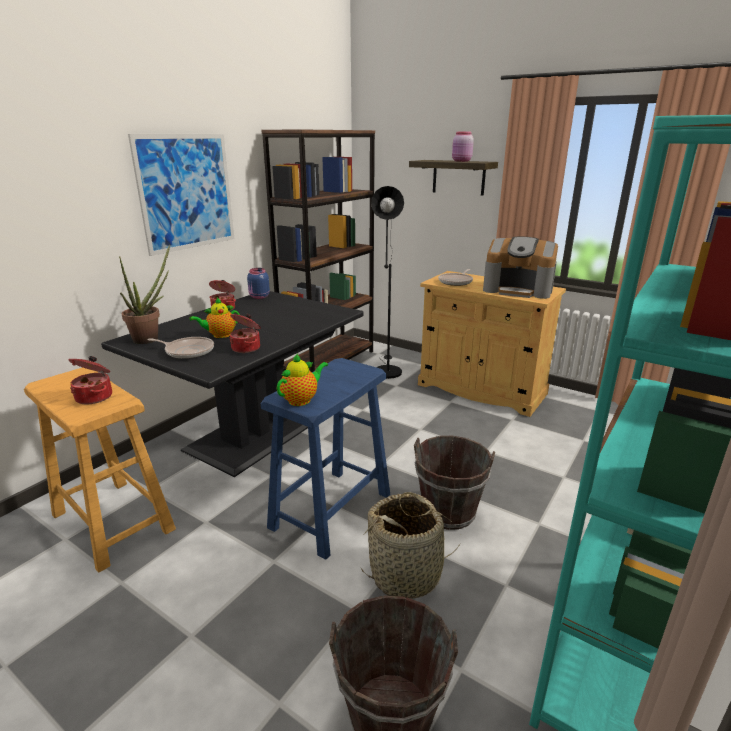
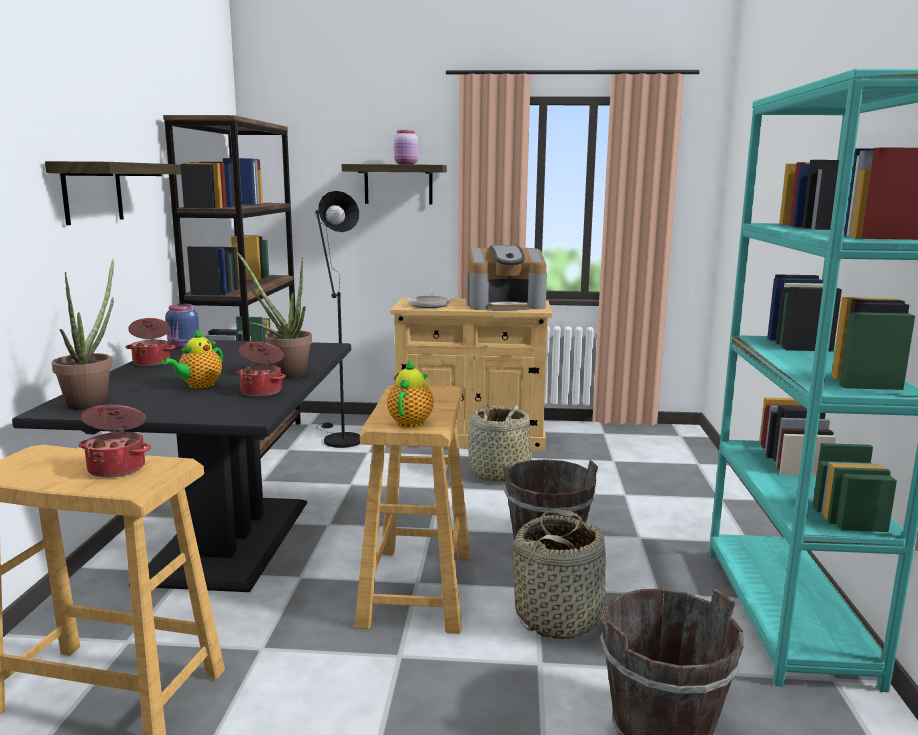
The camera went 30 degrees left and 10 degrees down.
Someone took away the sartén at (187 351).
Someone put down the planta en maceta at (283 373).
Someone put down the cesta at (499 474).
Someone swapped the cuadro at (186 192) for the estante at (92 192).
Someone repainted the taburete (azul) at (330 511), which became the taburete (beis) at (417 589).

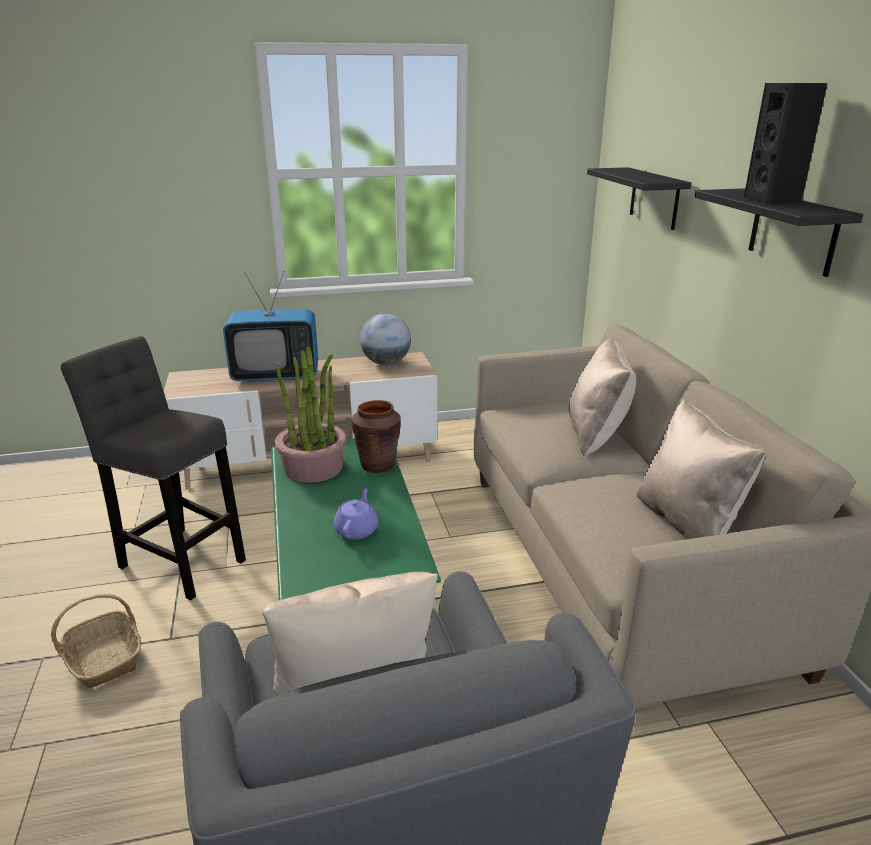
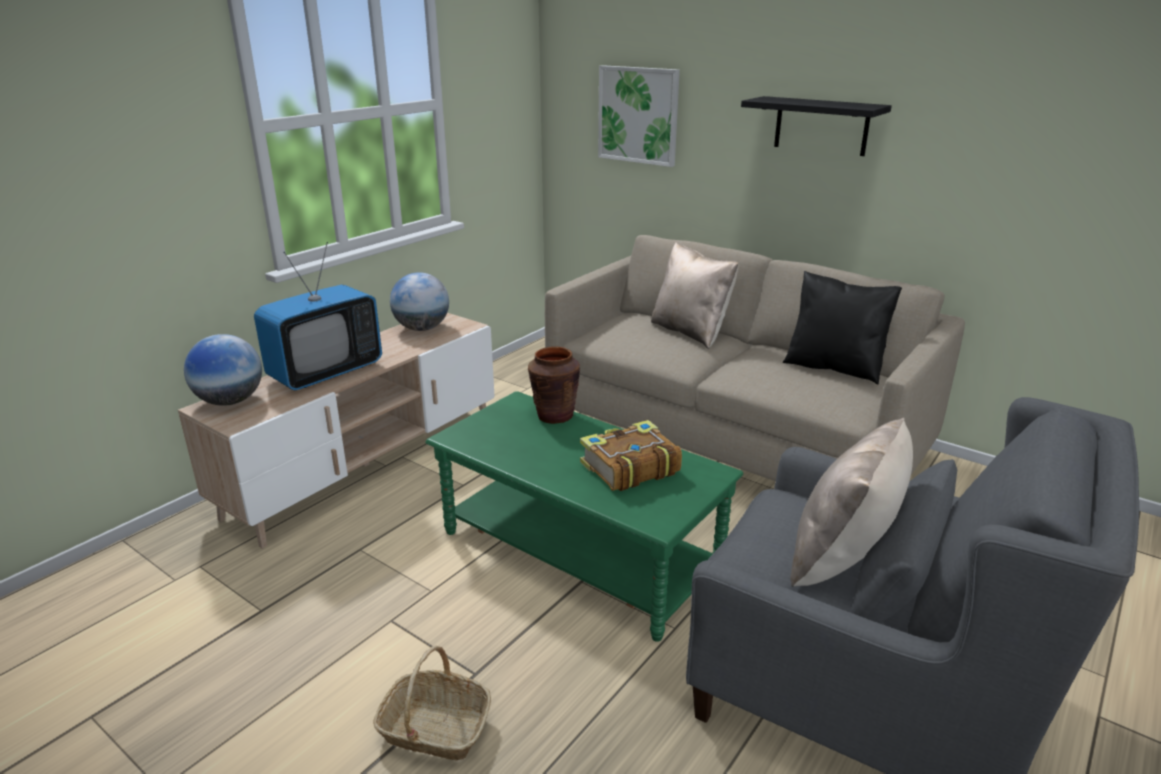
The camera went 40 degrees left and 0 degrees up.
Someone took away the taburete (gris) at (179 560).
Someone took away the planta en maceta at (313 468).
Someone took away the altavoz (negro) at (773 200).
Someone put down the globo terráqueo at (230 401).
Someone swapped the tetera (morado) at (357 530) for the libro at (628 468).
Someone swapped the estante (negro) at (654 198) for the cuadro at (638 115).
Someone repainted the cojín (beis) at (687 523), which became the cojín (negro) at (834 367).

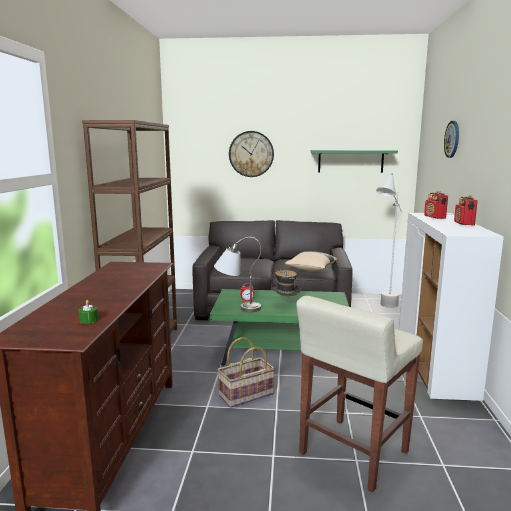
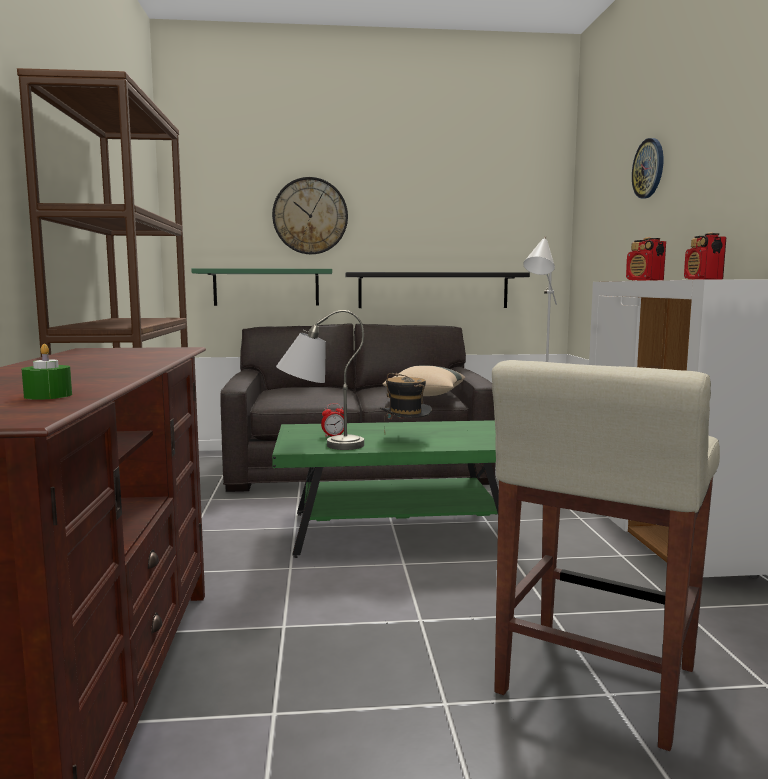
The camera went 10 degrees left and 5 degrees down.
Someone took away the cesta at (246 395).
Someone put up the estante (negro) at (433 290).
Someone carried the estante (verde) from (350 161) to (266 287).

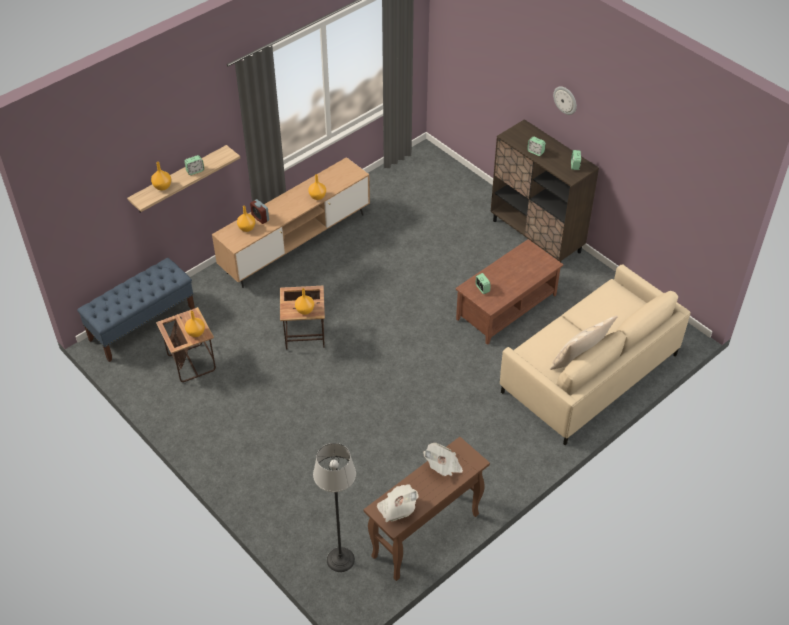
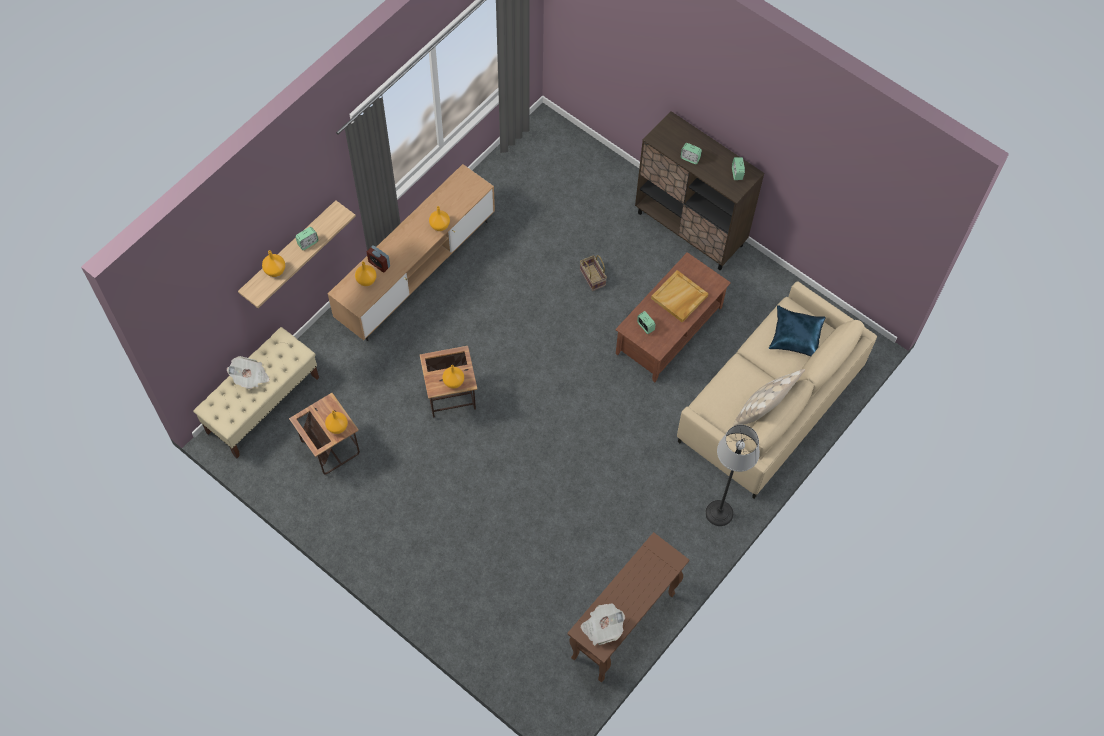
The camera went 10 degrees left and 15 degrees up.
Someone took away the reloj de pared at (565 100).
Someone put down the cesta at (591 277).
Someone put down the bandeja (beis) at (679 298).
Someone put down the cojín (azul) at (795 336).
Someone carried the lámpara de pie from (340 559) to (719 513).
Someone carried the periódico from (443 466) to (250 377).
Someone repainted the banco (azul) at (142 324), which became the banco (beis) at (263 404).

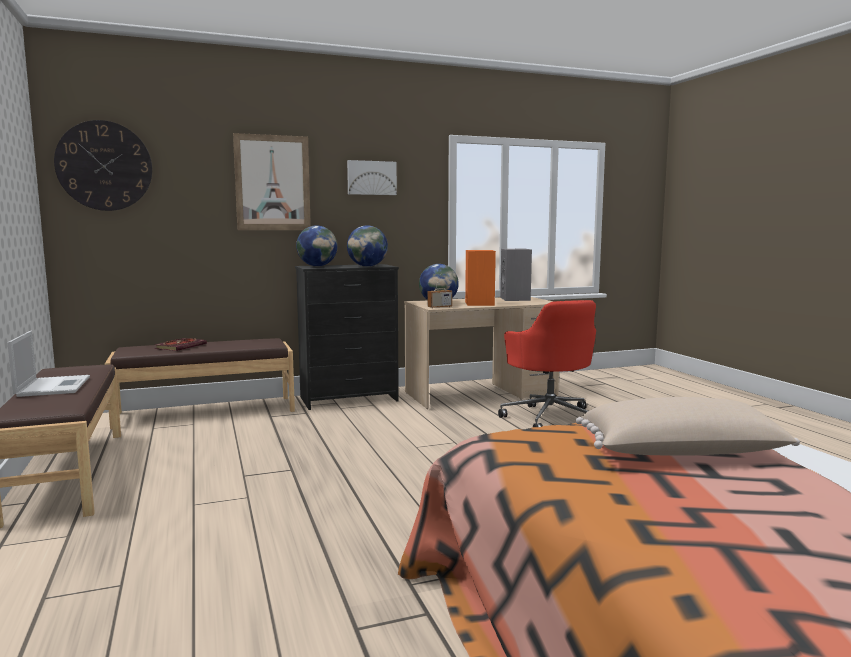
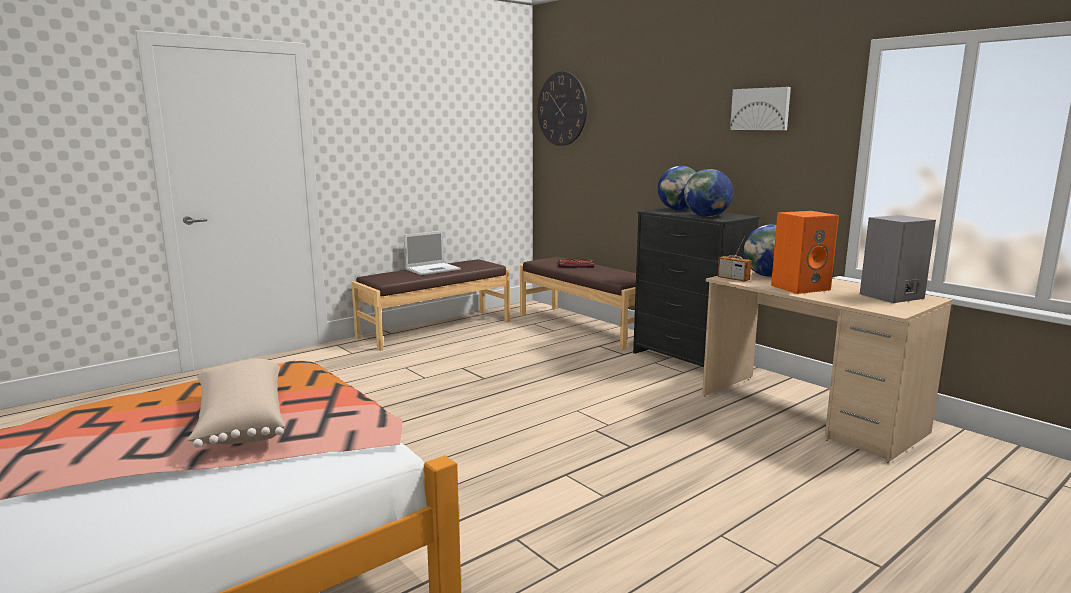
The camera went 70 degrees right and 5 degrees up.
Someone took away the cuadro at (272 183).
Someone took away the silla de oficina (rojo) at (549 417).

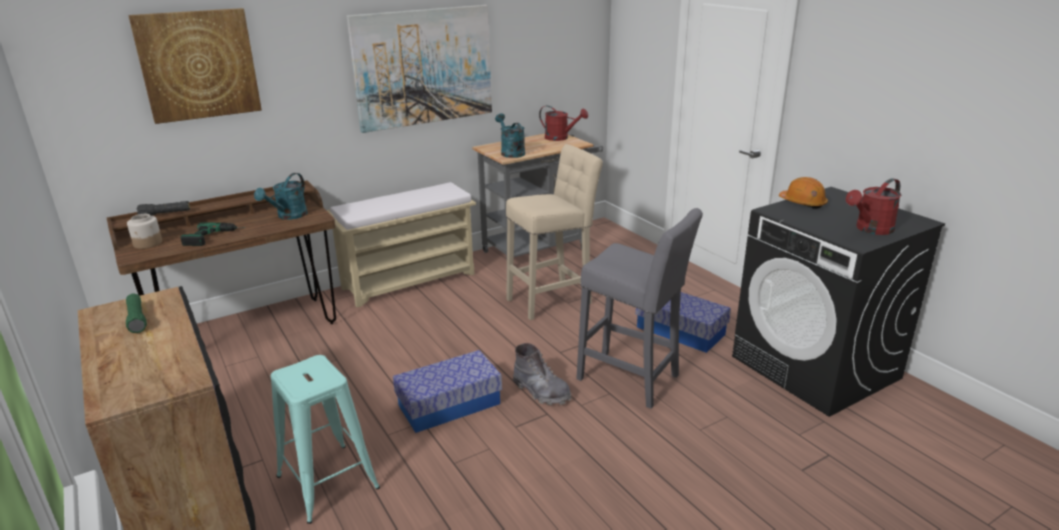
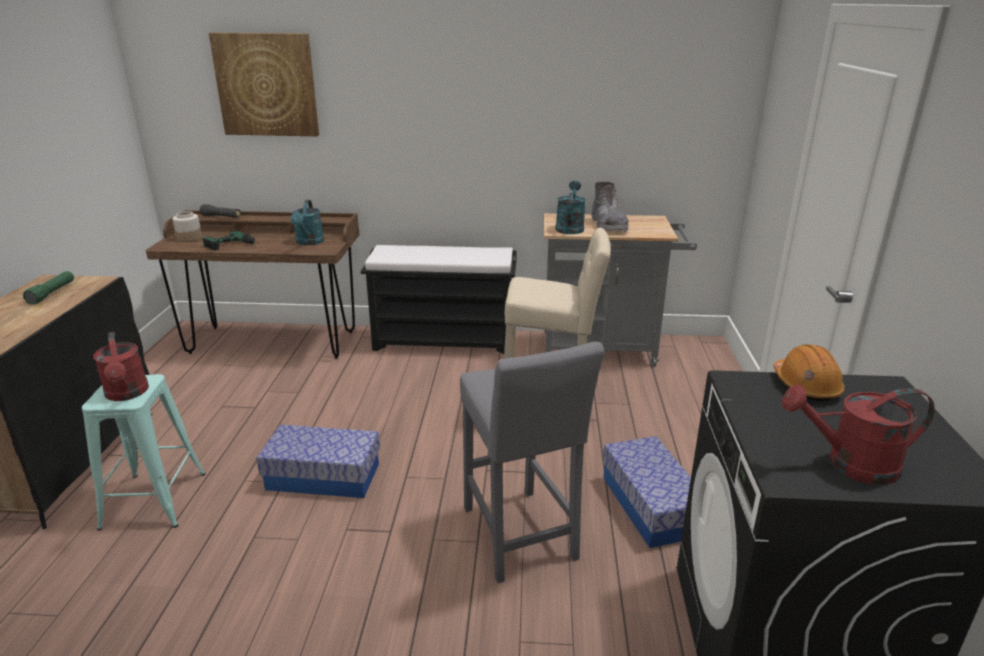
The camera went 35 degrees right and 0 degrees up.
Someone took away the cuadro at (423 67).
Someone carried the bota (gris) from (541 391) to (608 226).
Someone carried the regadera (rojo) from (561 138) to (127 394).
Someone repainted the banco (beis) at (410 280), which became the banco (negro) at (444 341).
Someone rotated the regadera (turquesa) at (288 216) by 60 degrees counterclockwise.

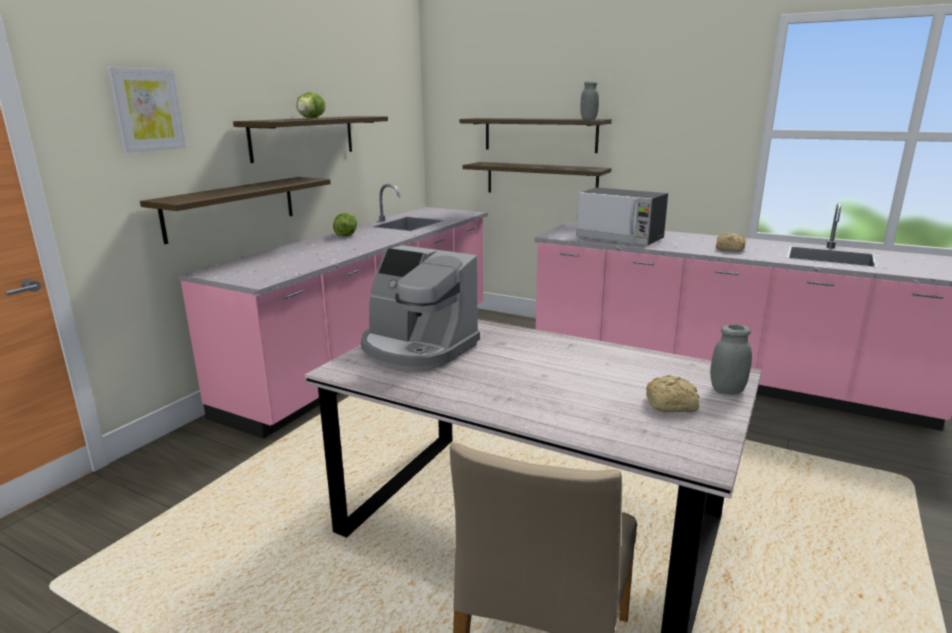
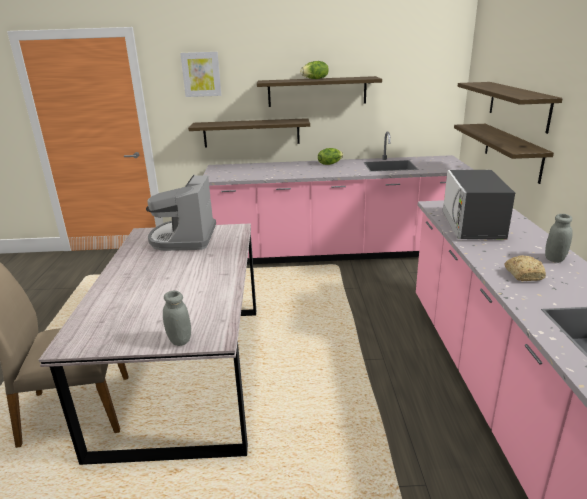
The camera went 60 degrees right and 5 degrees up.
Someone took away the pan at (672 404).
Someone carried the tarro (gris) from (588 119) to (554 259).

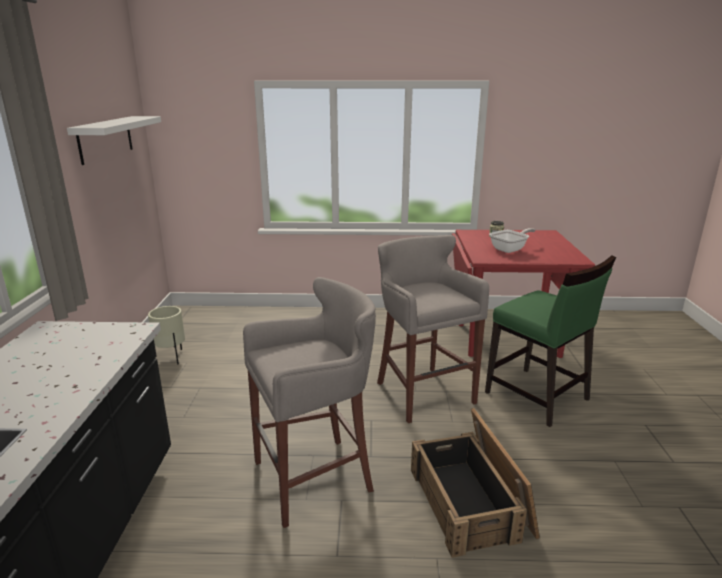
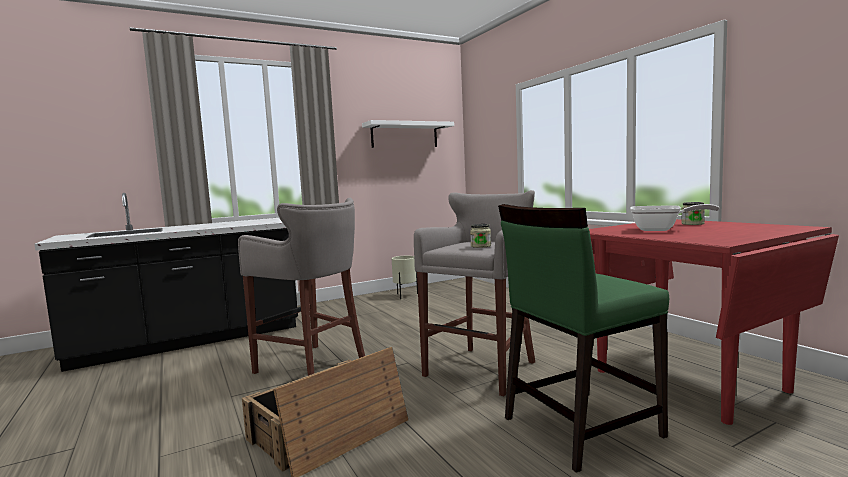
The camera went 60 degrees right and 15 degrees down.
Someone put down the tarro at (480 246).
Someone rotated the silla (verde) at (537 396) by 45 degrees clockwise.

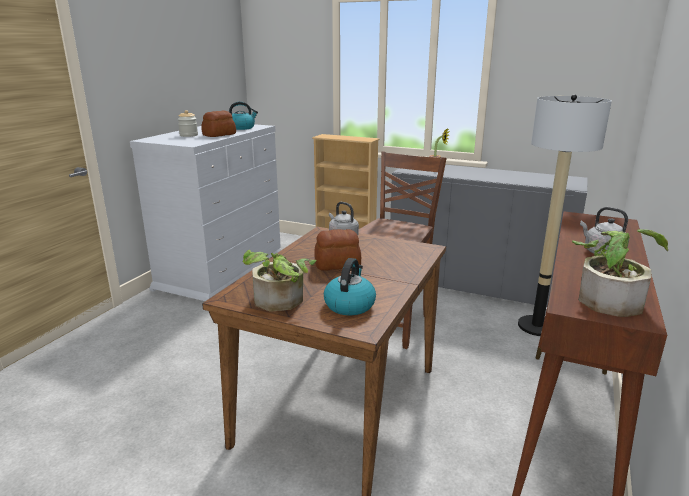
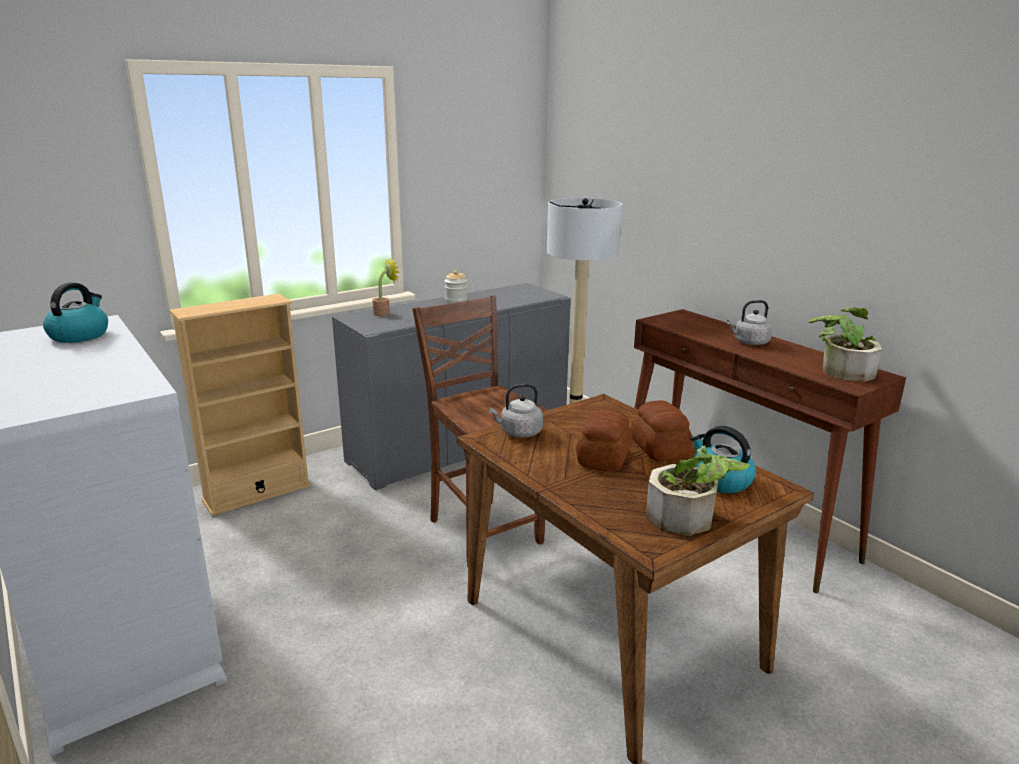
The camera went 60 degrees left and 0 degrees up.
Someone carried the tarro from (188 135) to (456 300).
Someone carried the pan from (218 135) to (659 449).

